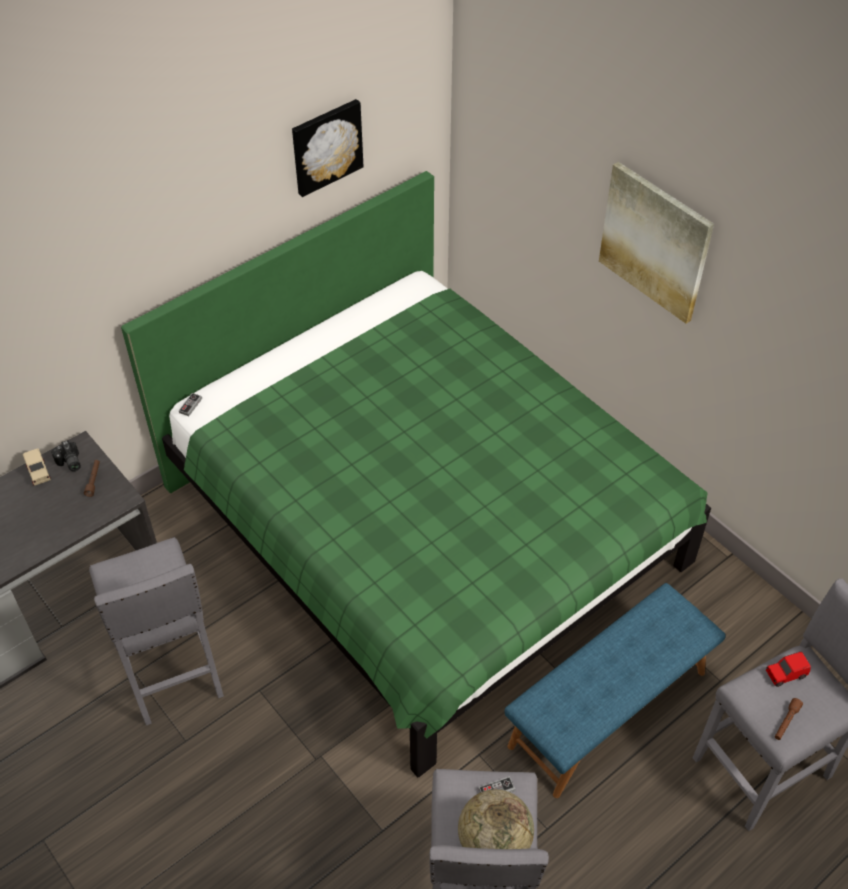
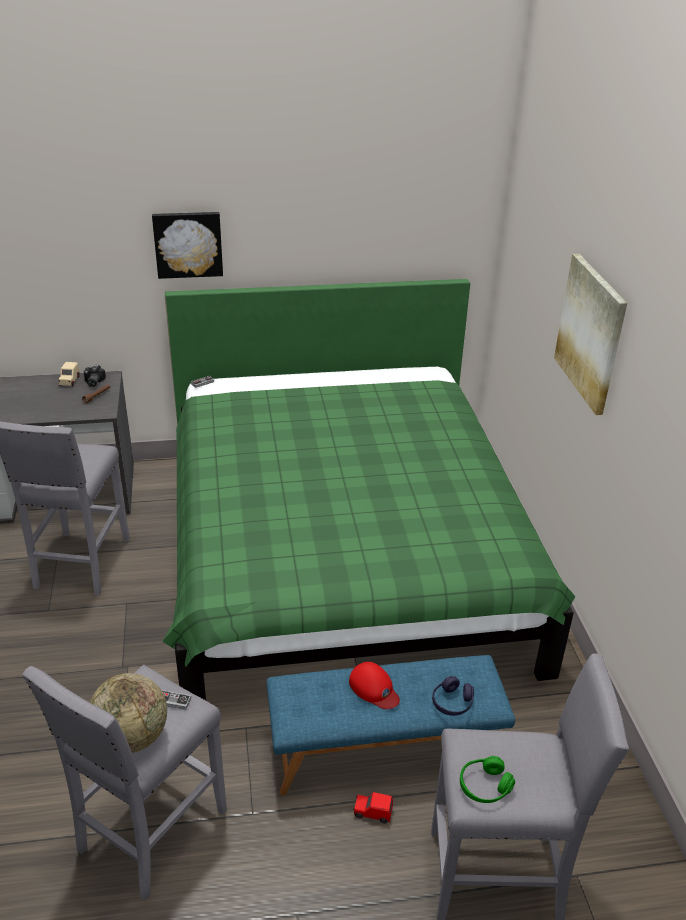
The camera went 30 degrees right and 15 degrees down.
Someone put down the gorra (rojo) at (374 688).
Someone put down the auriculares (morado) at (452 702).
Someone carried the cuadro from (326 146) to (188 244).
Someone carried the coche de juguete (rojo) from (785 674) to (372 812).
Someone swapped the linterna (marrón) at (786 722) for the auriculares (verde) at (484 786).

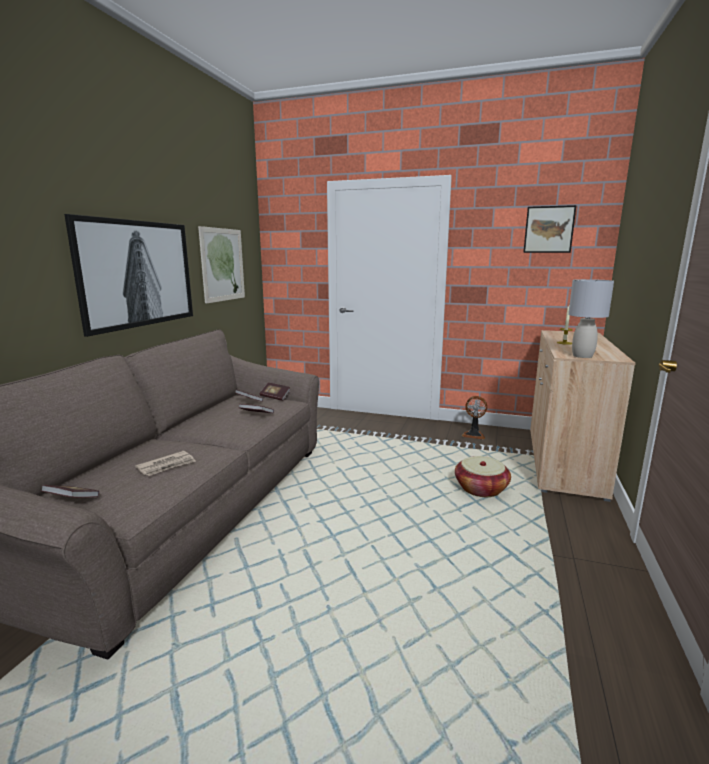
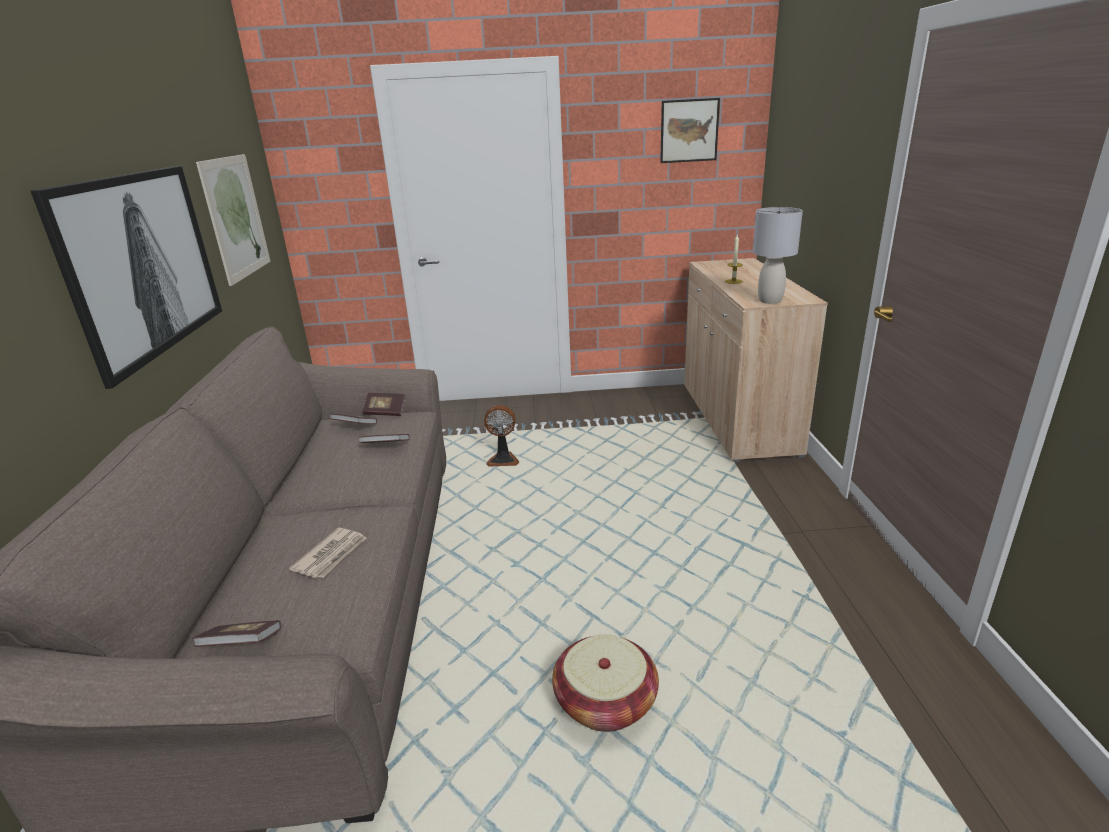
The camera went 20 degrees left and 10 degrees up.
Someone carried the cesta from (481 488) to (605 702).
Someone carried the ventilador from (474 435) to (503 460).

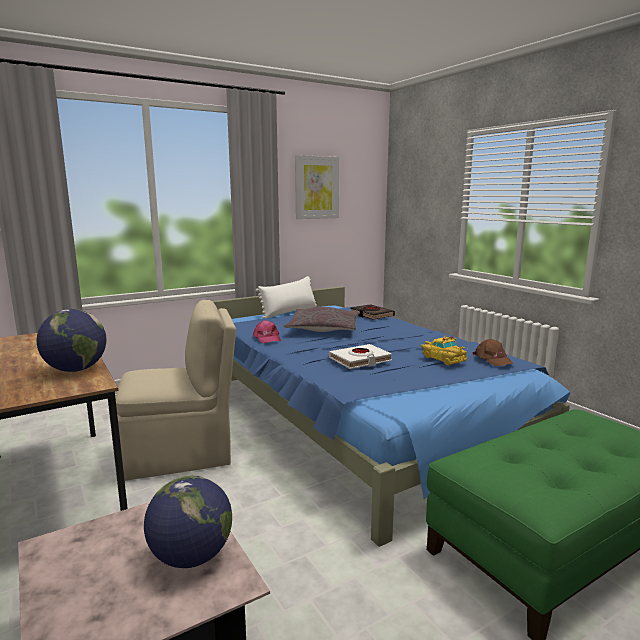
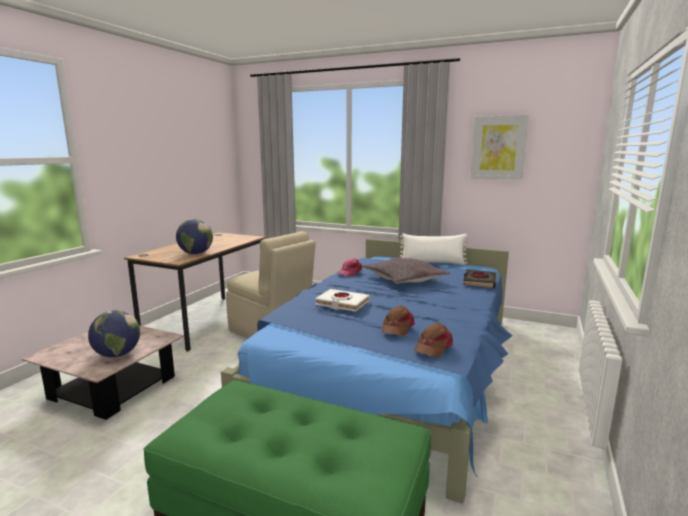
The camera went 55 degrees right and 0 degrees up.
Someone swapped the coche de juguete (amarillo) at (443 358) for the gorra (marrón) at (397 327).

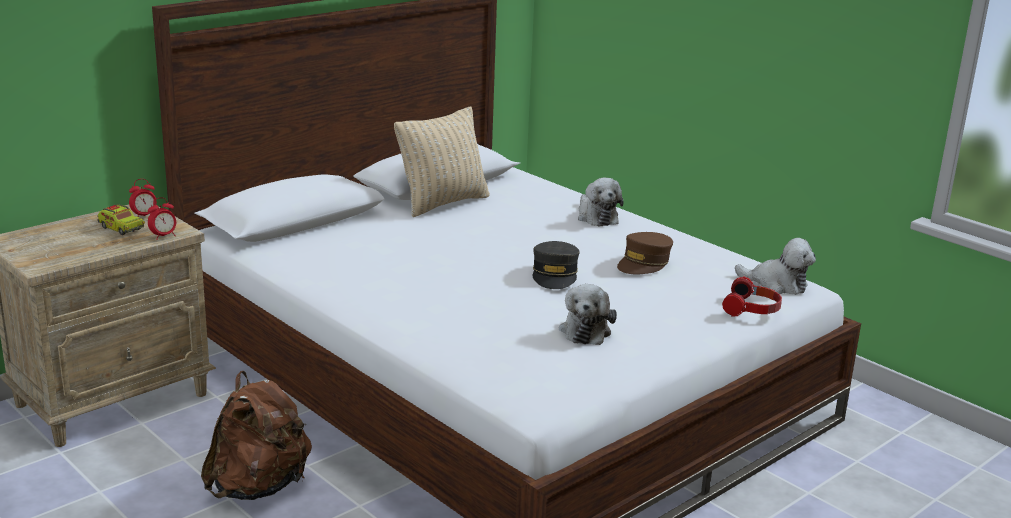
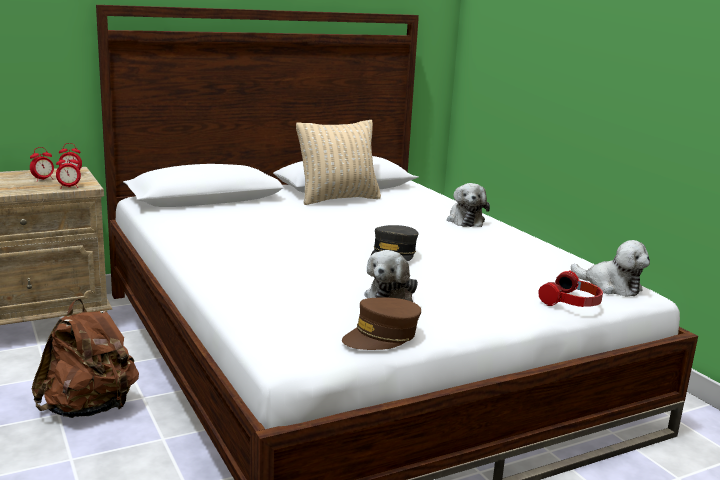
The camera went 15 degrees right and 5 degrees down.
Someone carried the gorra (marrón) from (644 263) to (381 336).
Someone swapped the camión de juguete at (121 228) for the despertador at (43 180).

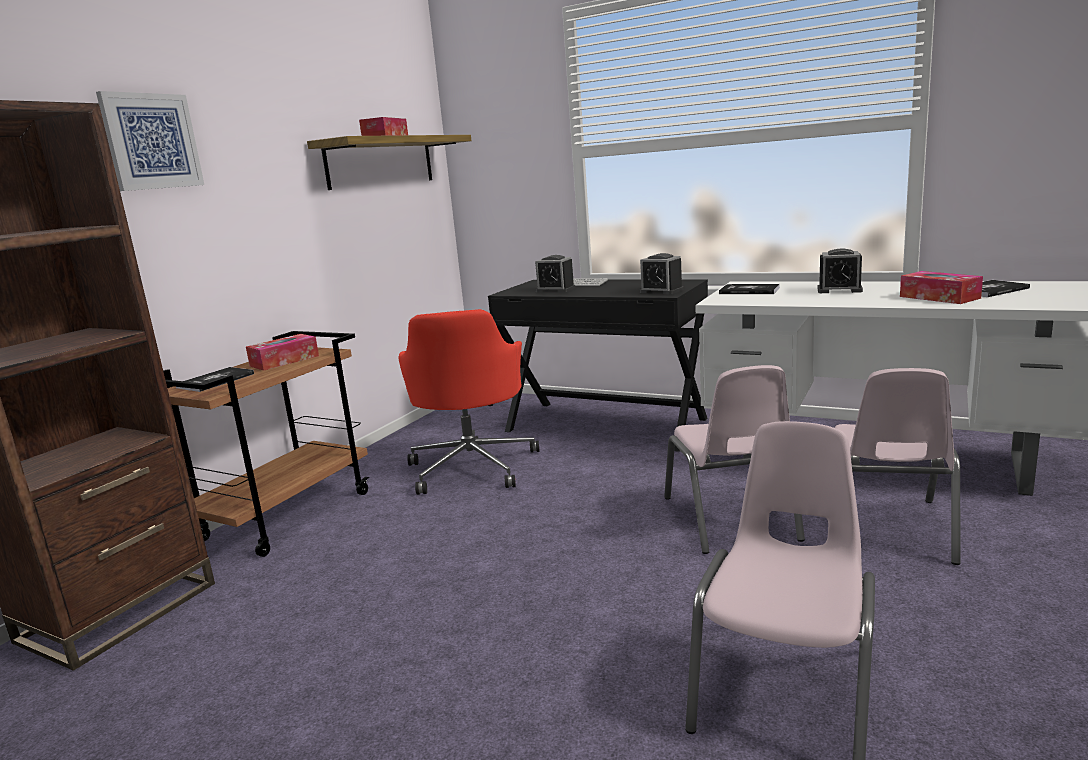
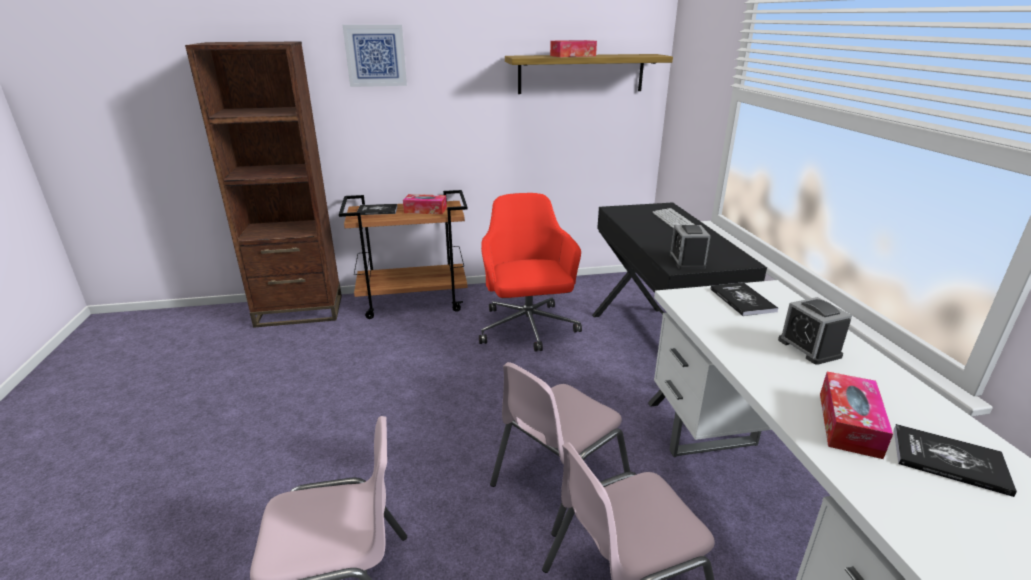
The camera went 50 degrees right and 10 degrees up.
Someone took away the despertador at (555 289).
Someone rotated the silla de oficina (rojo) at (473 466) by 120 degrees clockwise.

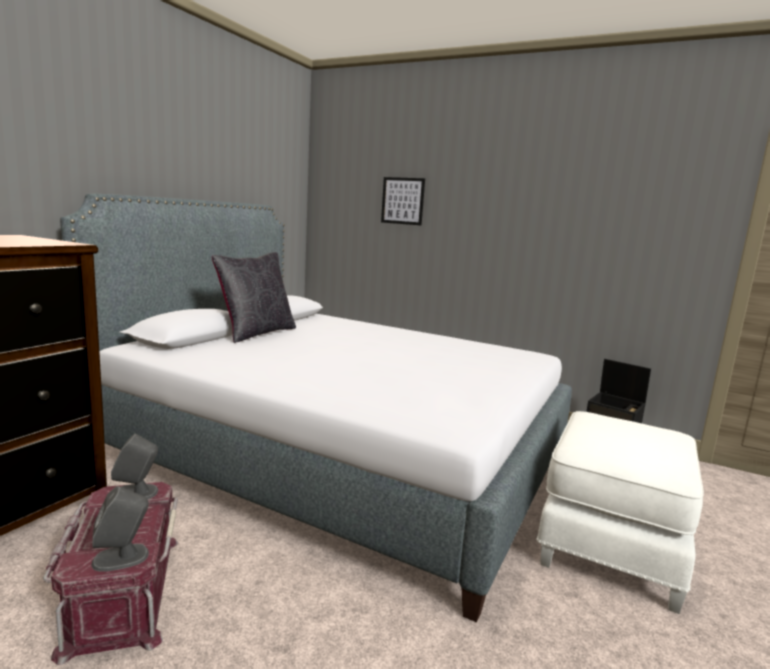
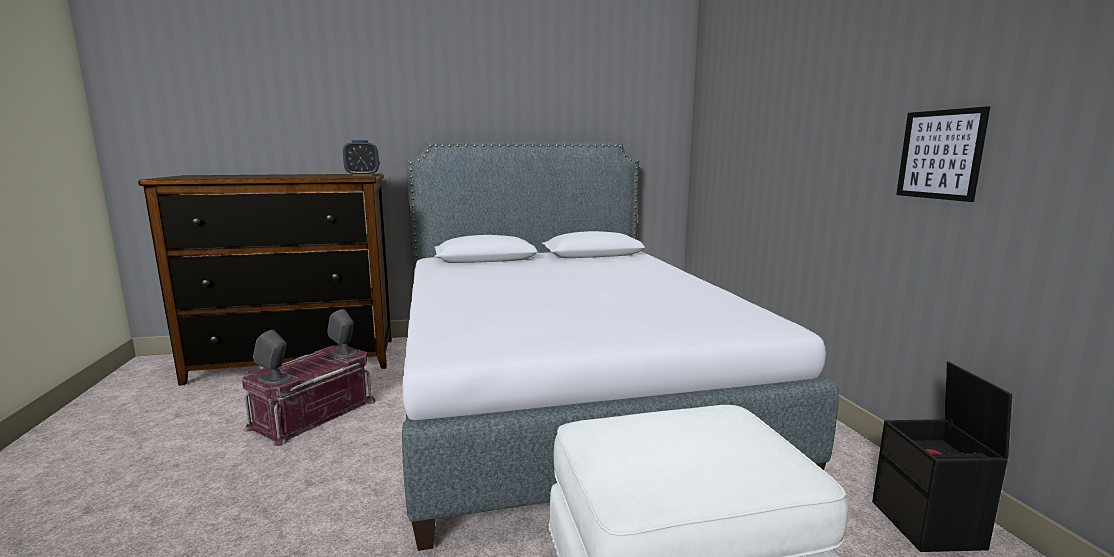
The camera went 50 degrees right and 0 degrees up.
Someone took away the cojín (negro) at (256 333).
Someone put down the despertador at (362 175).
Someone carried the cuadro from (402 201) to (940 154).

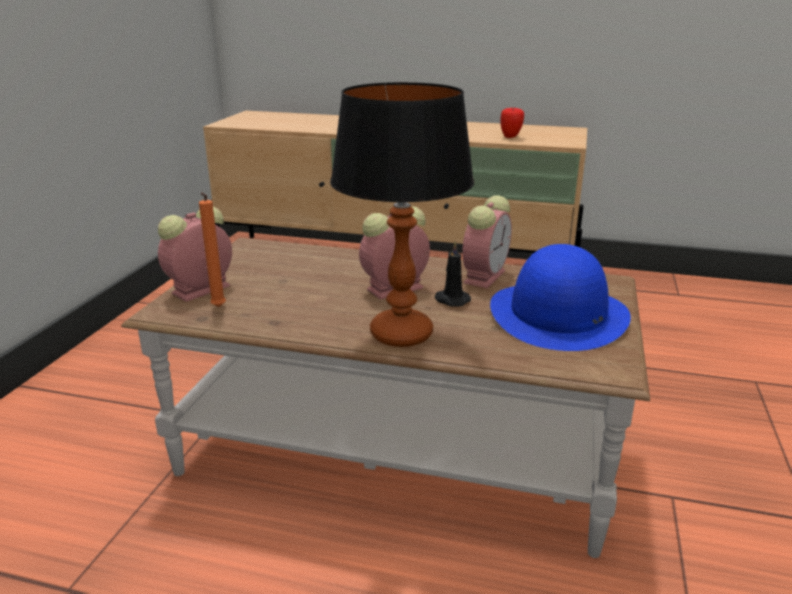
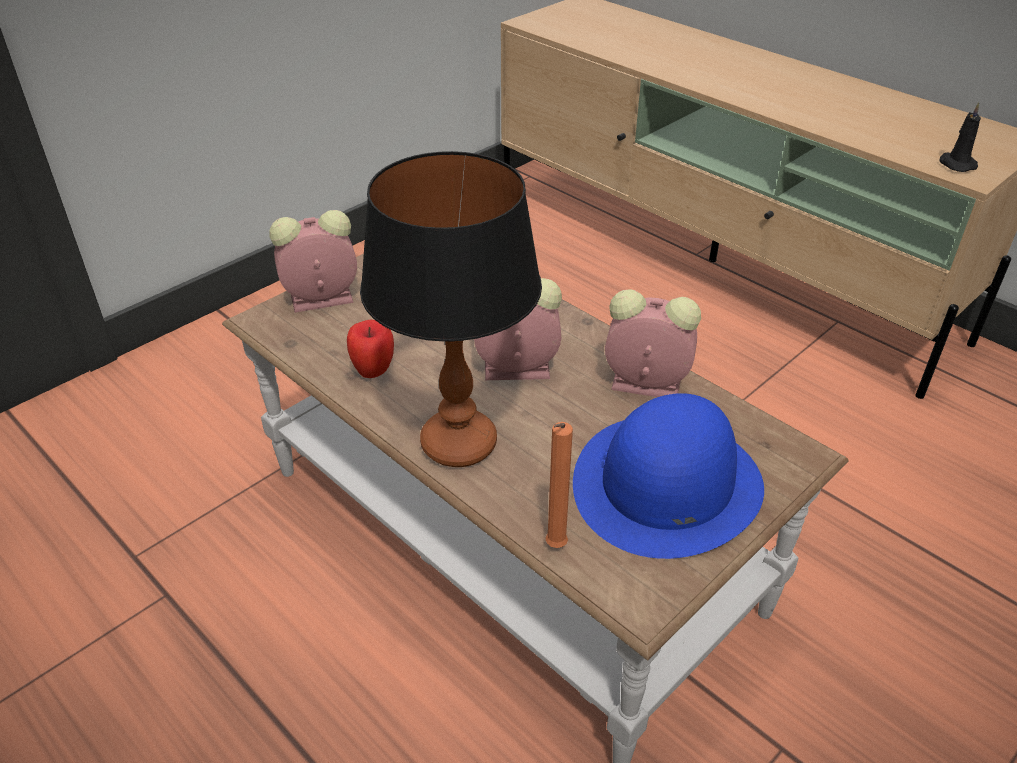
The camera went 30 degrees right and 15 degrees up.
Someone carried the vela (naranja) from (218 308) to (554 548).
Someone carried the vela (negro) from (451 300) to (955 164).
Someone carried the manzana from (511 137) to (373 372).
Someone rotated the despertador at (484 276) by 135 degrees counterclockwise.

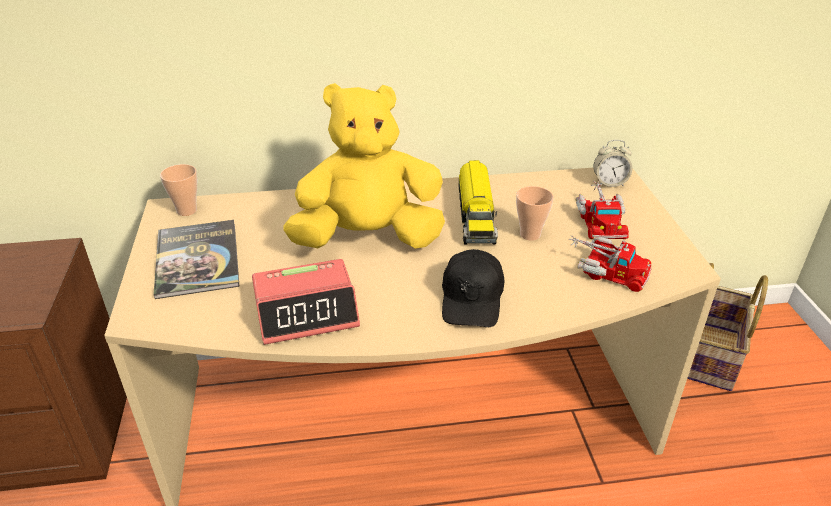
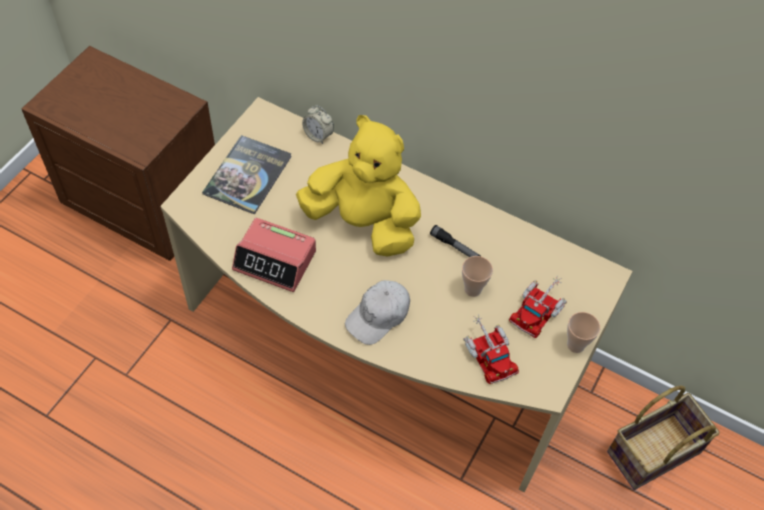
The camera went 35 degrees right and 20 degrees up.
Someone carried the taza from (187 210) to (575 345).
Someone carried the despertador from (609 183) to (318 136).
Someone swapped the camión de juguete at (476 215) for the linterna at (455 247).
Someone repainted the gorra (negro) at (472 298), which became the gorra (blanco) at (378 316).

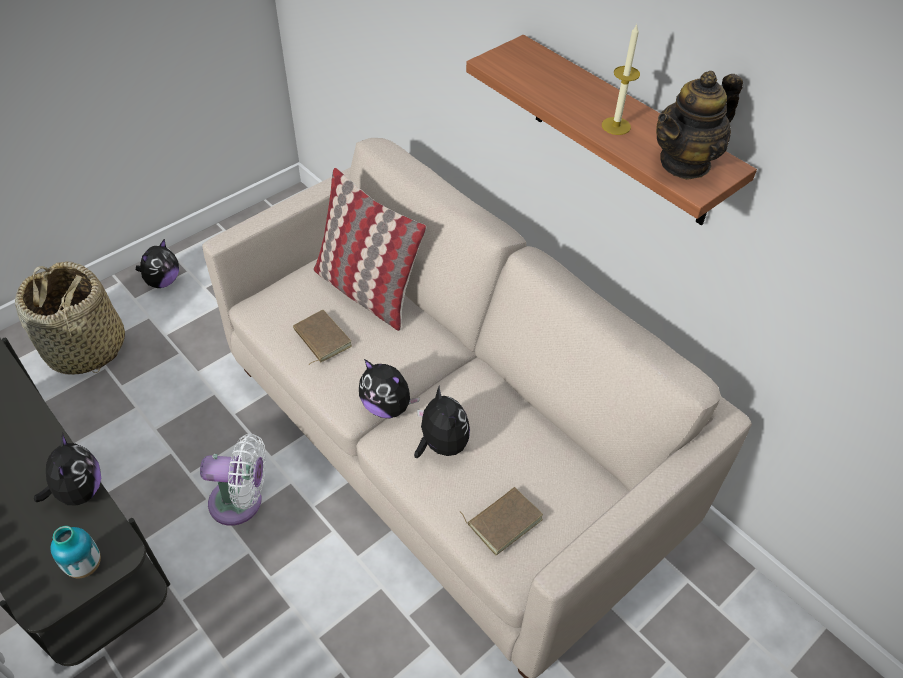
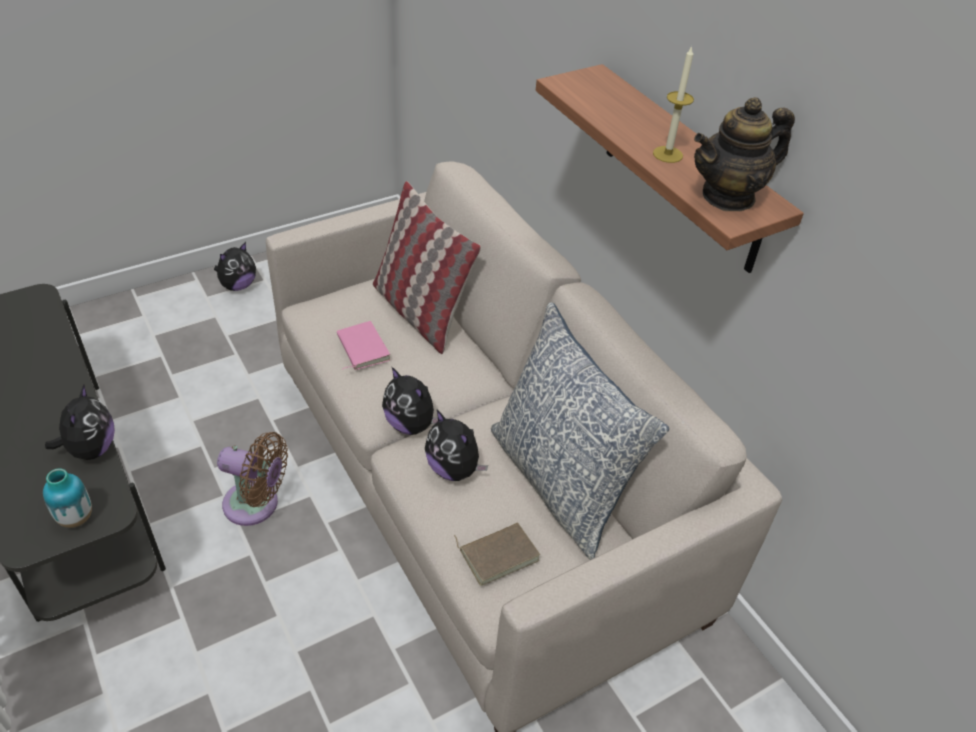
The camera went 10 degrees right and 5 degrees down.
Someone took away the cesta at (85 349).
Someone put down the cojín at (560 482).
Someone repainted the ventilador (blanco) at (241 502), which became the ventilador (marrón) at (256 505).
Someone repainted the libro (marrón) at (320 339), which became the libro (rosa) at (361 348).
Someone rotated the peluche at (441 444) by 150 degrees clockwise.

